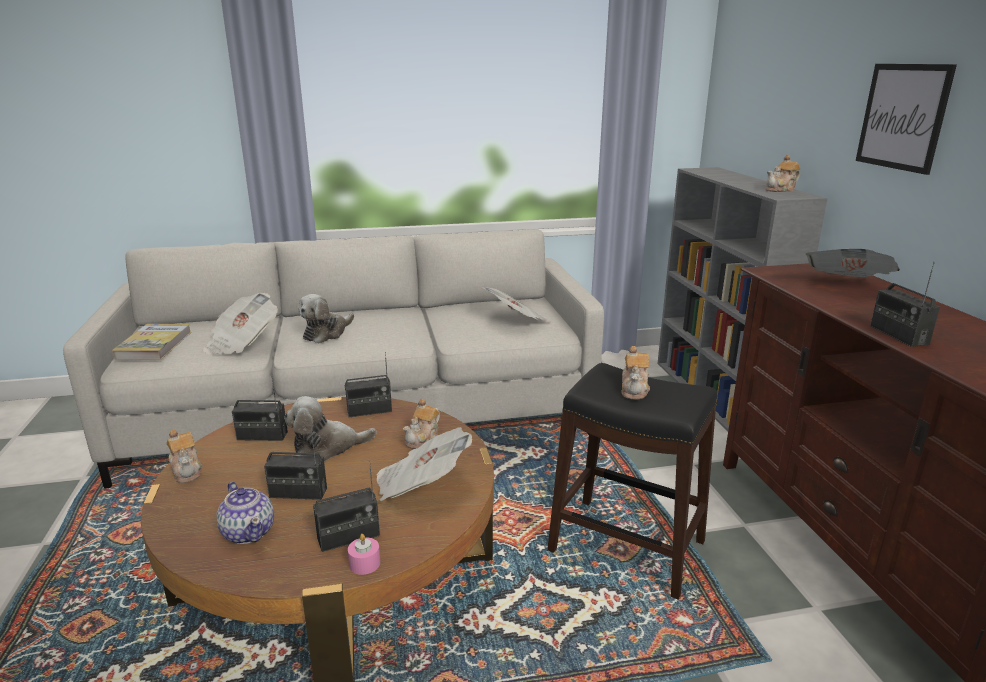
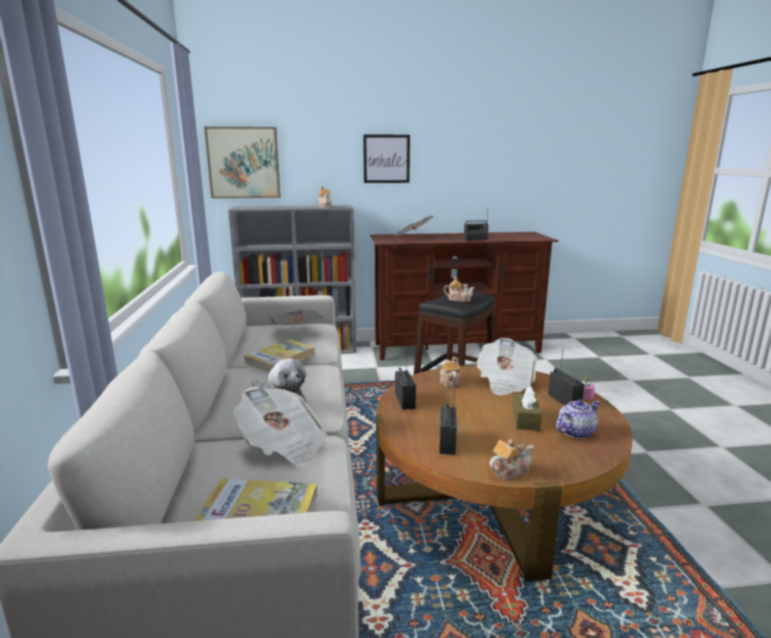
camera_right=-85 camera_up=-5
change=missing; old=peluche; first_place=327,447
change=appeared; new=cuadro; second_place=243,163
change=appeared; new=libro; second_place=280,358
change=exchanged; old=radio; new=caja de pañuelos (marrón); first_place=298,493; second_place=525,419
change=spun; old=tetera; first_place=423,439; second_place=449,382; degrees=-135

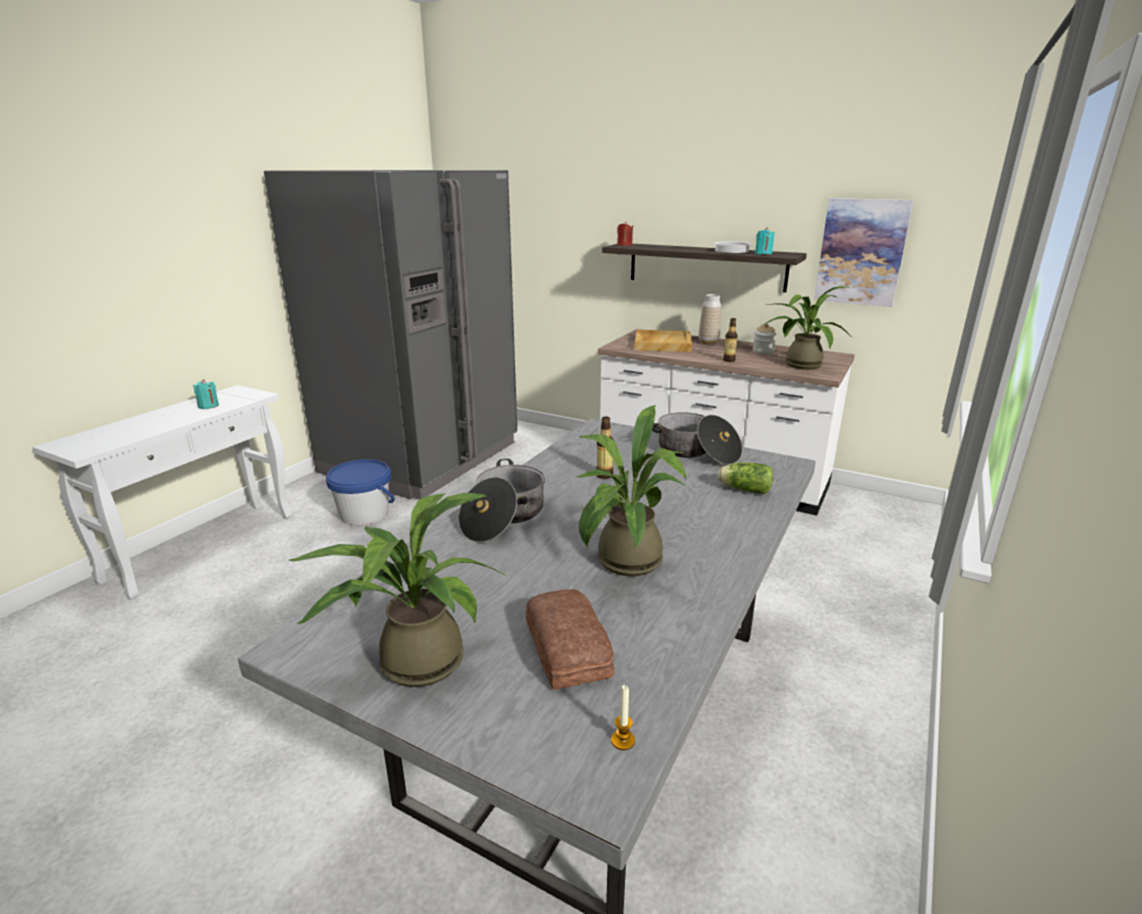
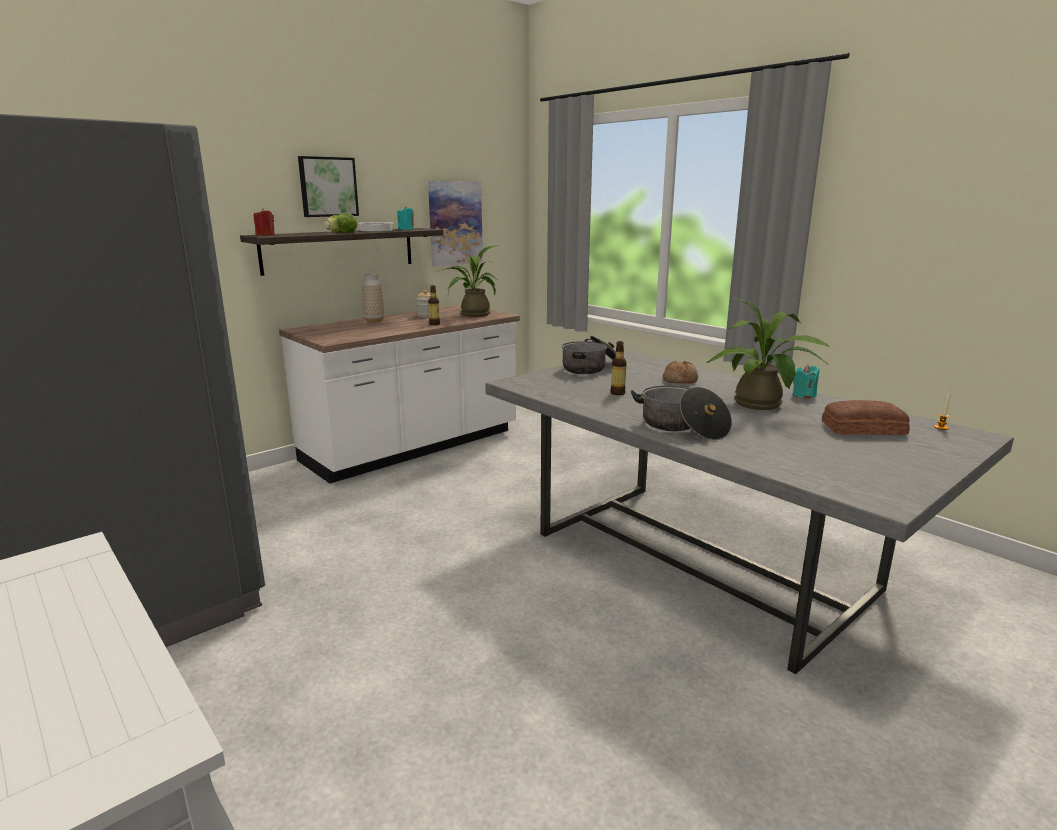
camera_right=-70 camera_up=-5
change=missing; old=planta en maceta; first_place=412,660
change=missing; old=cubo (azul); first_place=364,514
change=missing; old=bandeja (beis); first_place=662,344
change=appeared; new=cuadro; second_place=327,187
change=appeared; new=pan; second_place=680,380
change=relocated; old=vela (turquesa); first_place=208,406; second_place=803,395
change=relocated; old=lechuga; first_place=743,489; second_place=340,233

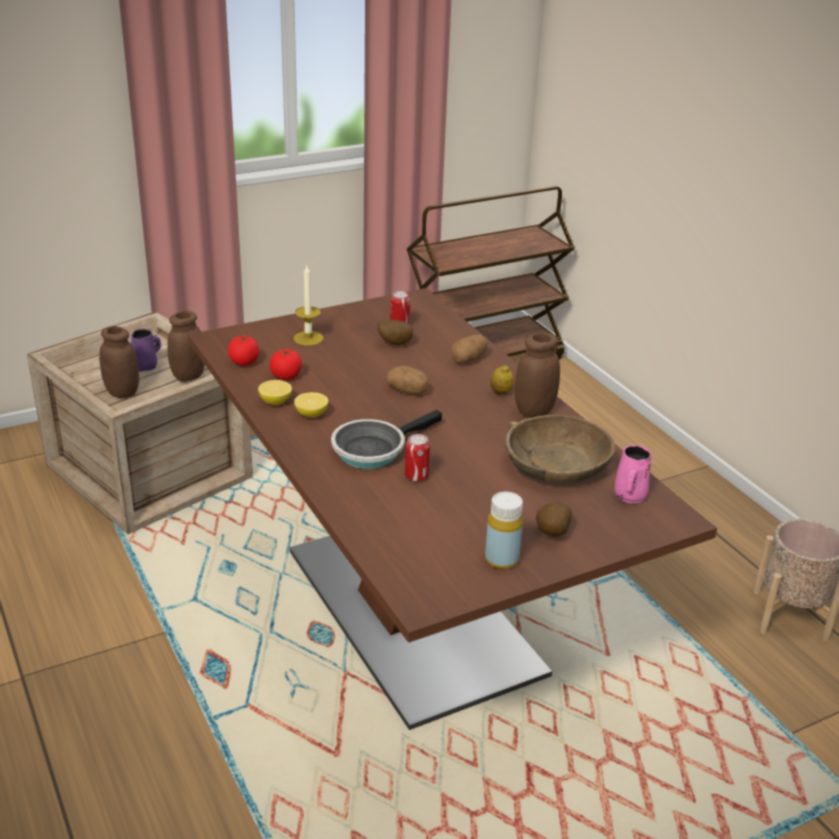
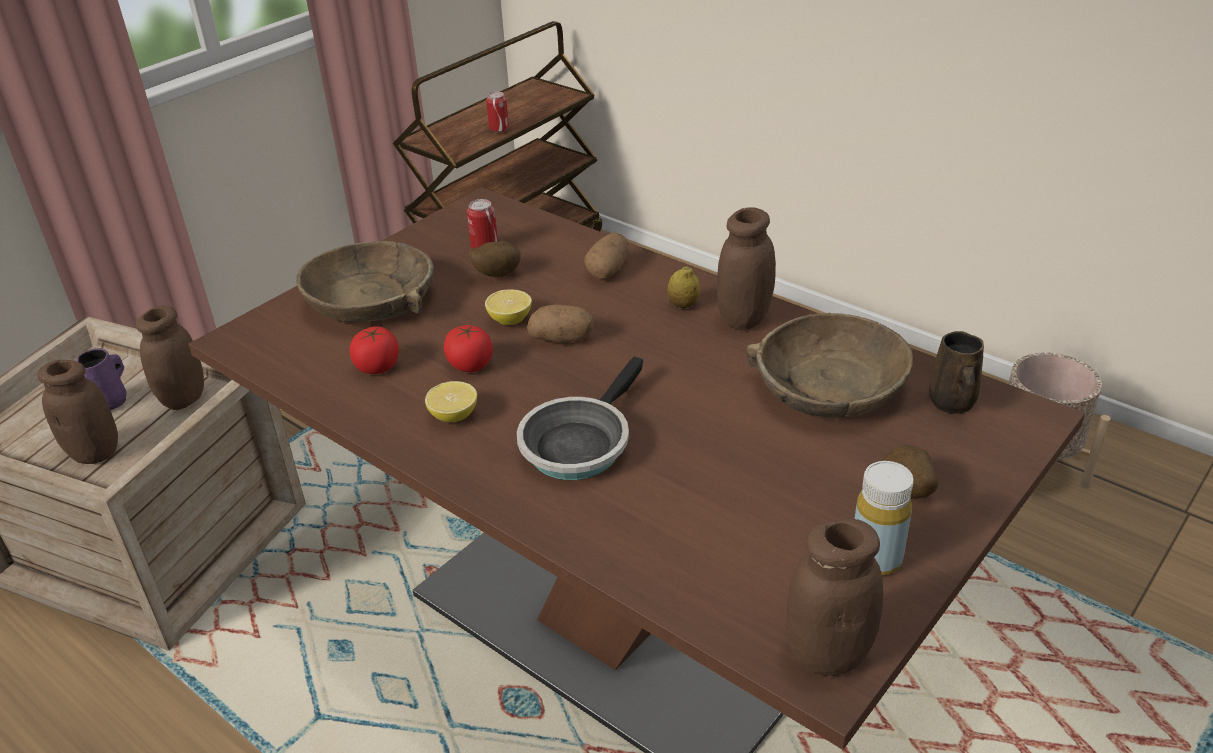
camera_right=-20 camera_up=5
change=appeared; new=tarro (marrón); second_place=827,654
change=relocated; old=tomate; first_place=244,362; second_place=470,365
change=relocated; old=limón; first_place=275,401; second_place=509,320
change=relocated; old=lata; first_place=416,476; second_place=499,129
change=exchanged; old=vela; new=cuenco (marrón); first_place=308,338; second_place=372,300
change=colour; old=taza grande (rosa); new=taza grande (marrón); first_place=629,496; second_place=952,404

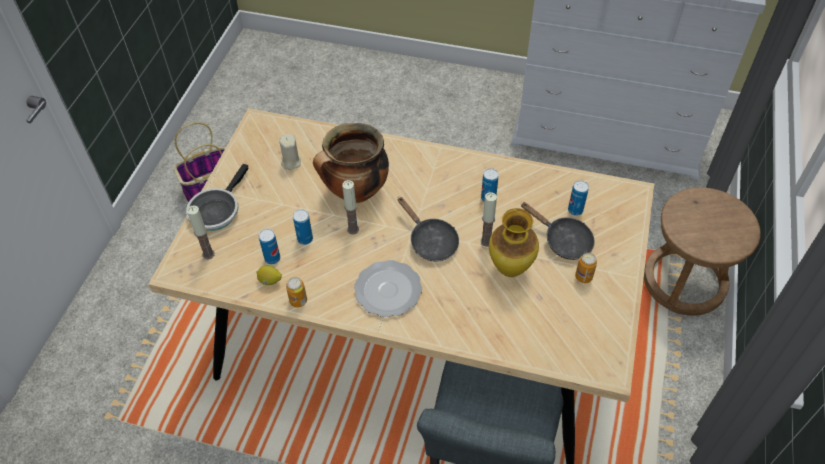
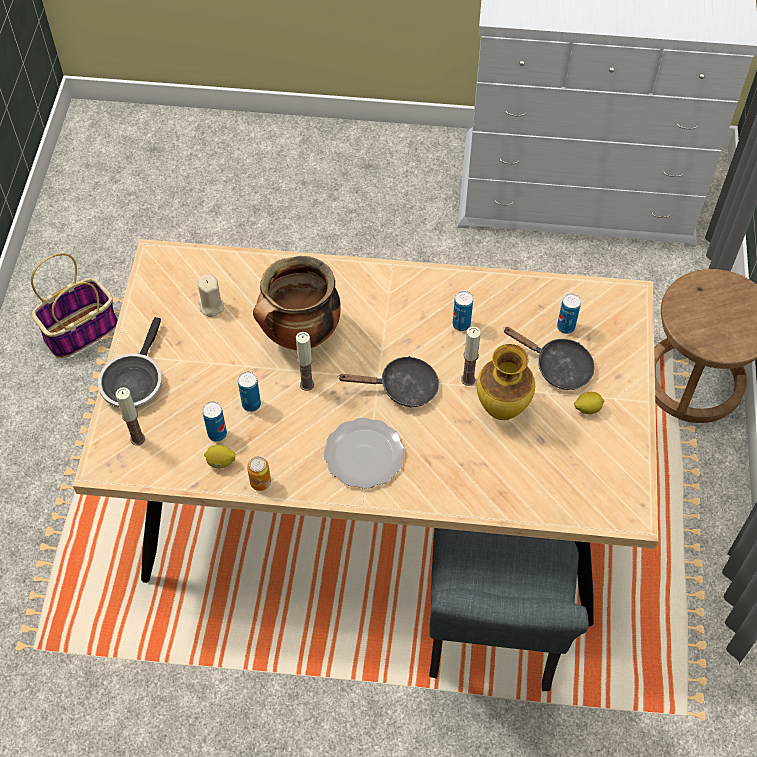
camera_right=-10 camera_up=5
change=exchanged; old=lata; new=limón; first_place=583,277; second_place=587,408
change=spun; old=sartén (negro); first_place=430,241; second_place=402,388; degrees=-45

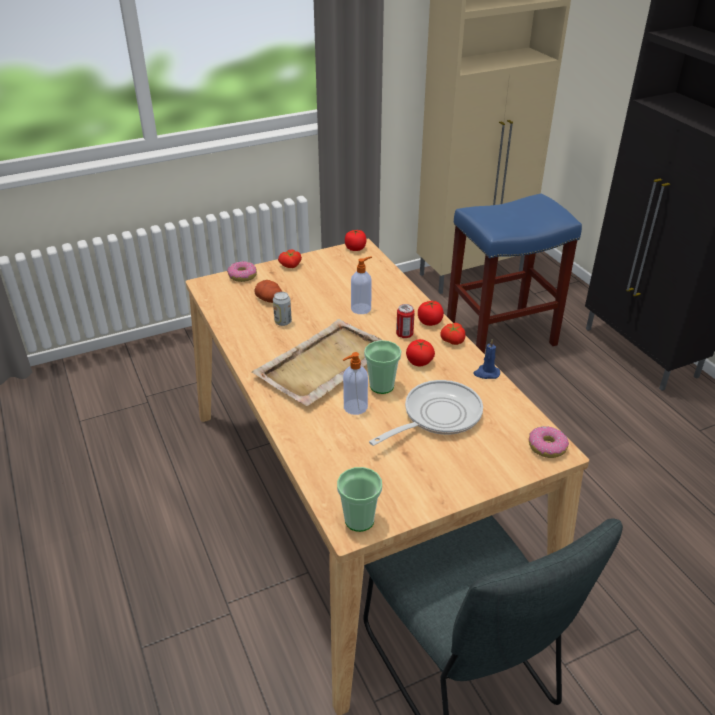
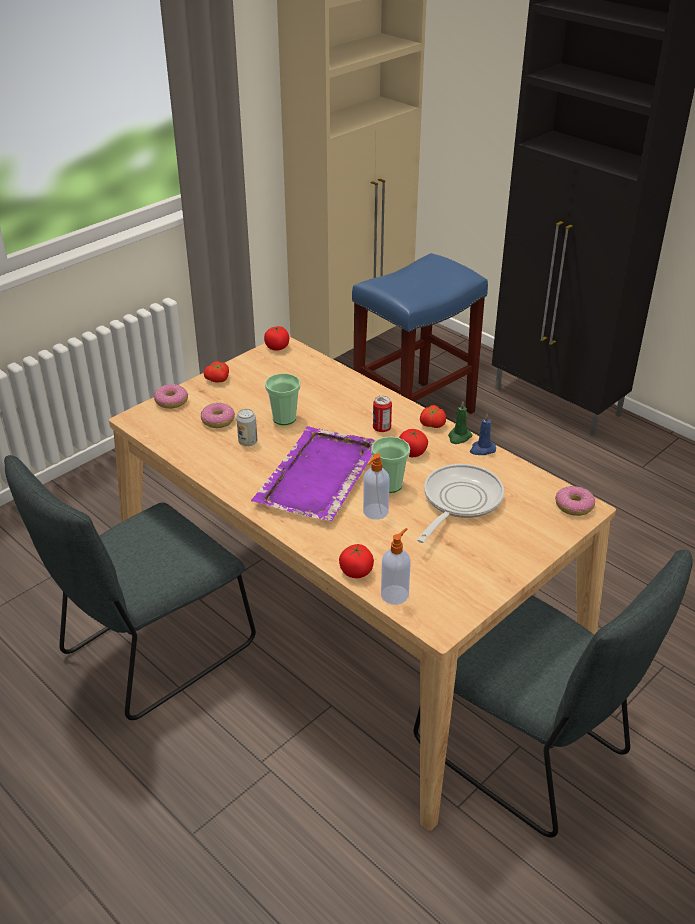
camera_right=-20 camera_up=0
change=appeared; new=silla (gris); second_place=151,653
change=appeared; new=vela (verde); second_place=459,437
change=relocated; old=taza; first_place=359,520; second_place=284,418
change=relocated; old=dispensador de jabón; first_place=361,308; second_place=395,594
change=relocated; old=tomate; first_place=430,322; second_place=356,571
change=exchanged; old=patata; new=rosquilla; first_place=270,299; second_place=218,421
change=colour; old=bandeja (beis); new=bandeja (morado); first_place=323,365; second_place=317,477

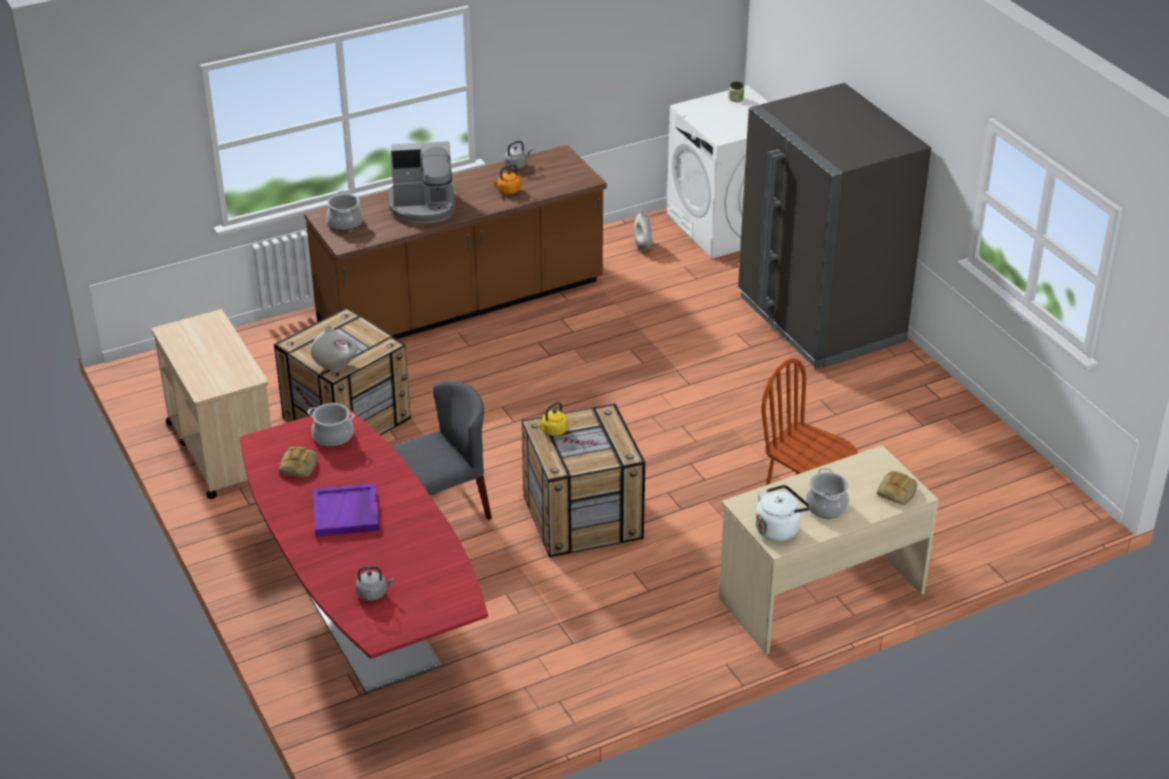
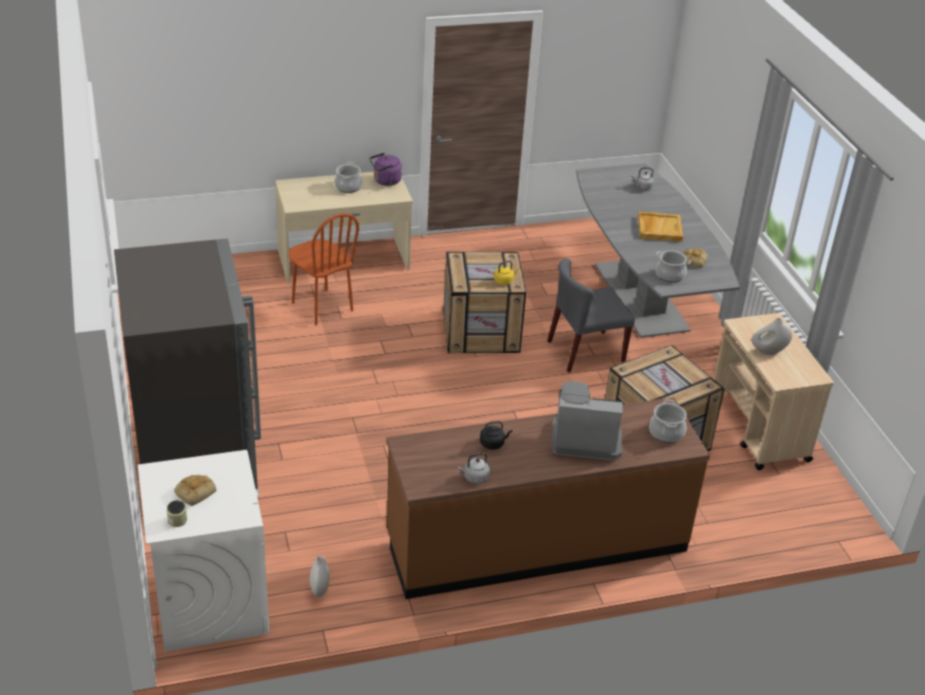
camera_right=-170 camera_up=0
change=relocated; old=florero (blanco); first_place=336,365; second_place=768,352
change=relocated; old=pan; first_place=897,492; second_place=195,491
change=colour; old=mesa de comedor (rojo); new=mesa de comedor (gris); first_place=366,618; second_place=641,296
change=colour; old=bandeja (morado); new=bandeja (beis); first_place=346,513; second_place=659,228
change=colour; old=hervidor (naranja); new=hervidor (negro); first_place=508,191; second_place=493,444
change=colour; old=hervidor (blanco); new=hervidor (morado); first_place=779,529; second_place=385,181

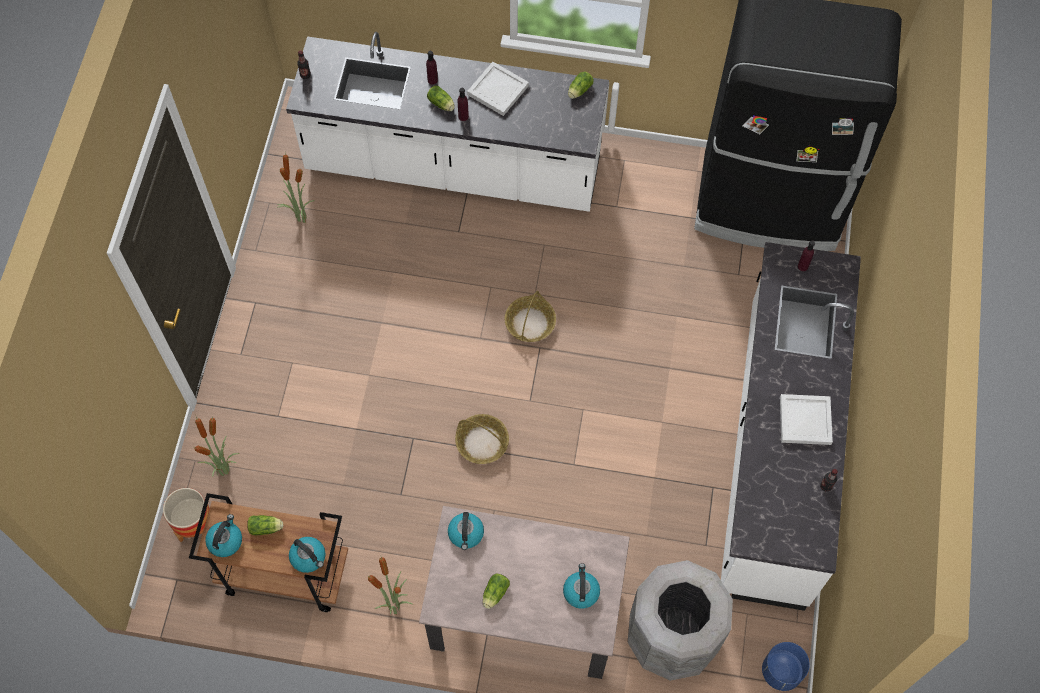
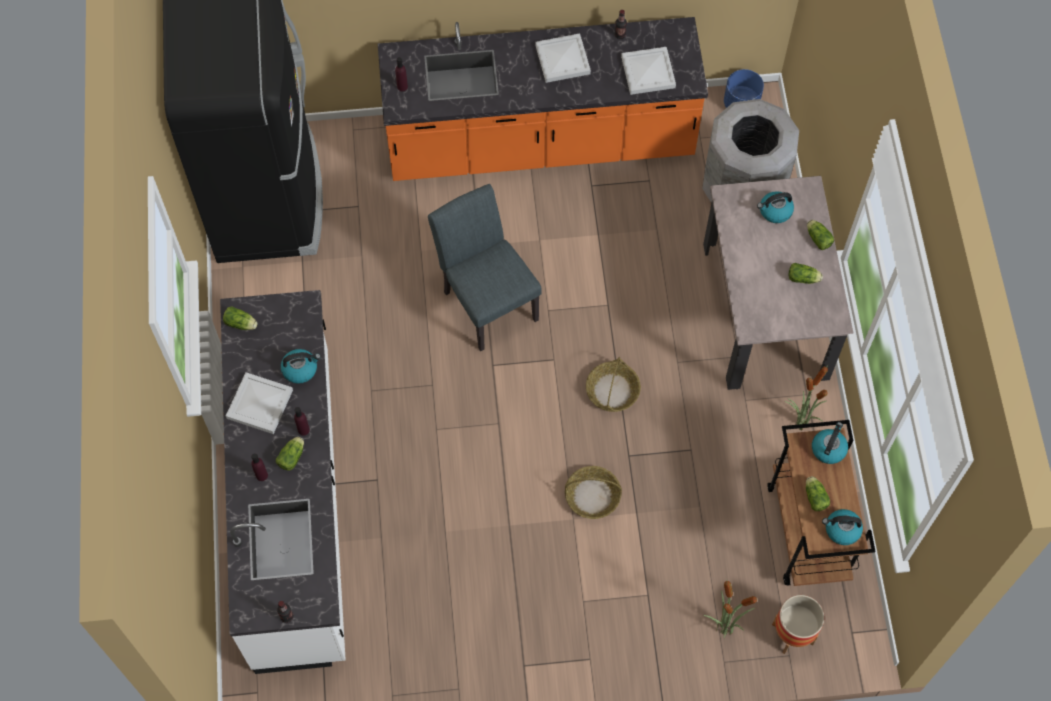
camera_right=-105 camera_up=0
change=missing; old=planta en maceta; first_place=300,218
change=appeared; new=silla (gris); second_place=486,300
change=appeared; new=bandeja (blanco); second_place=647,73
change=appeared; new=lechuga; second_place=817,238
change=relocated; old=hervidor; first_place=466,534; second_place=300,369
change=relocated; old=cesta; first_place=530,323; second_place=592,496
change=colour; old=mueble bajo de cocina (blanco); new=mueble bajo de cocina (naranja); first_place=773,452; second_place=540,144

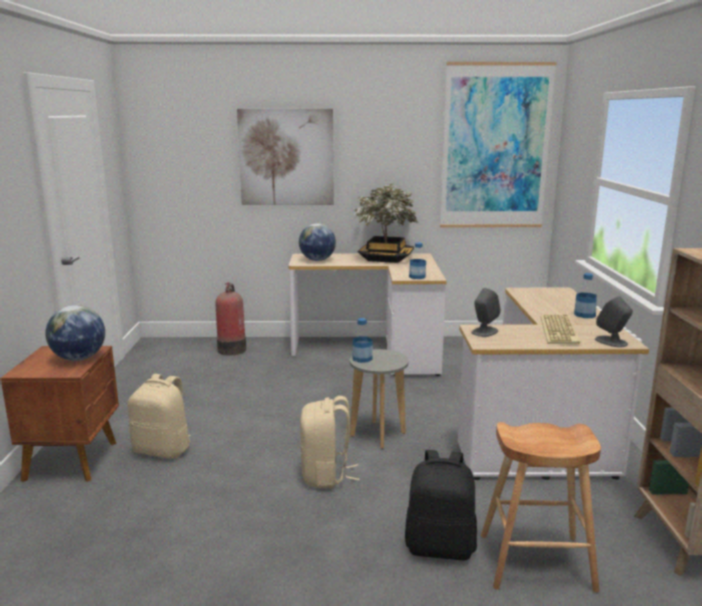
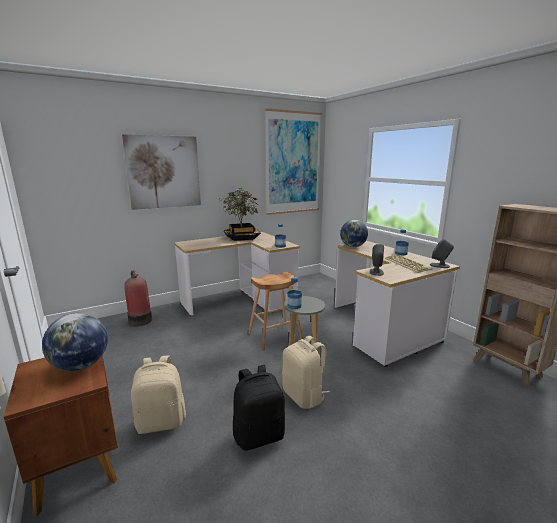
camera_right=-30 camera_up=0
change=relocated; old=globo terráqueo; first_place=317,260; second_place=353,246
change=relocated; old=mochila (negro); first_place=440,546; second_place=259,435
change=relocated; old=taburete (marrón); first_place=536,562; second_place=275,336

